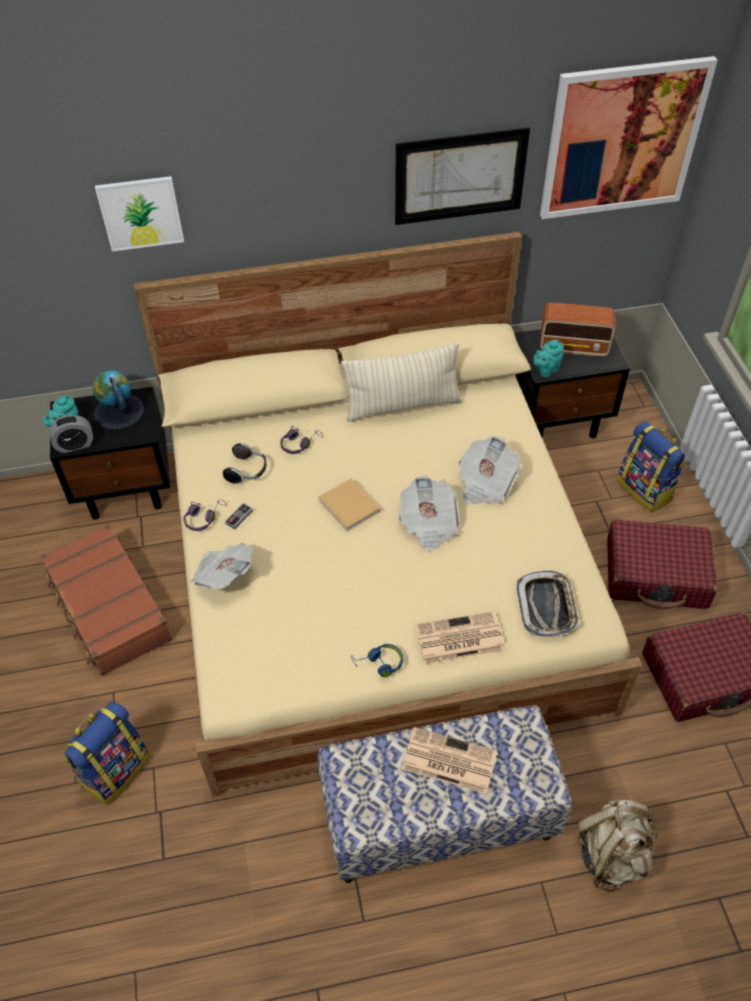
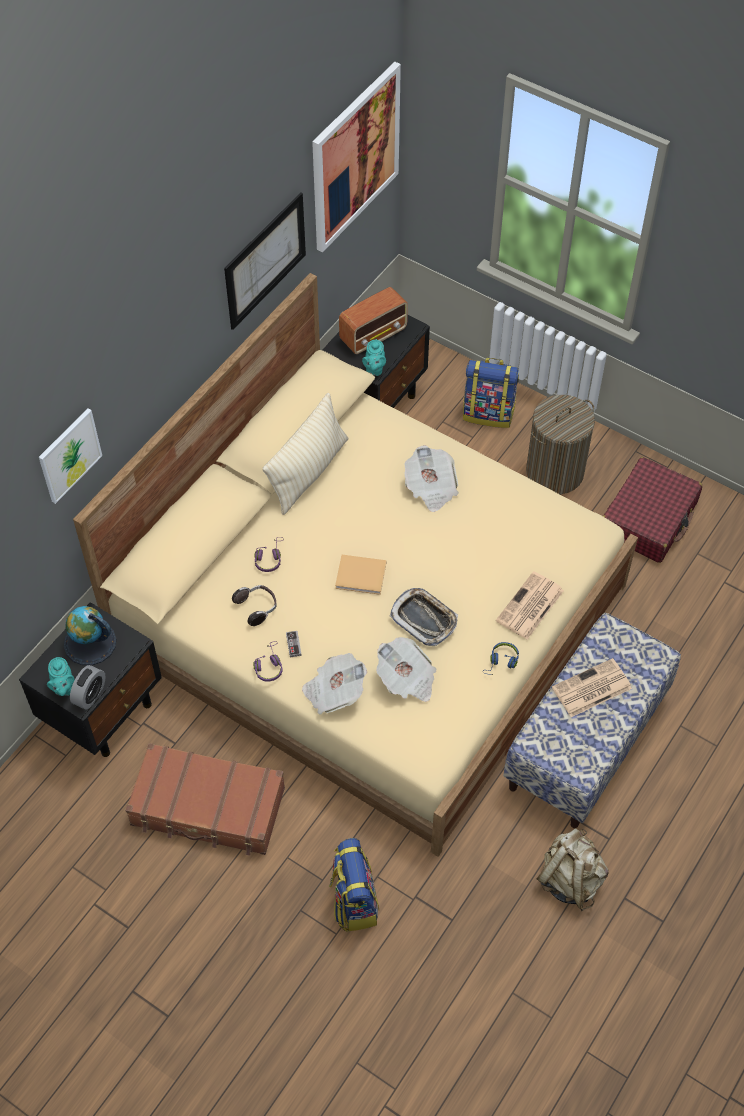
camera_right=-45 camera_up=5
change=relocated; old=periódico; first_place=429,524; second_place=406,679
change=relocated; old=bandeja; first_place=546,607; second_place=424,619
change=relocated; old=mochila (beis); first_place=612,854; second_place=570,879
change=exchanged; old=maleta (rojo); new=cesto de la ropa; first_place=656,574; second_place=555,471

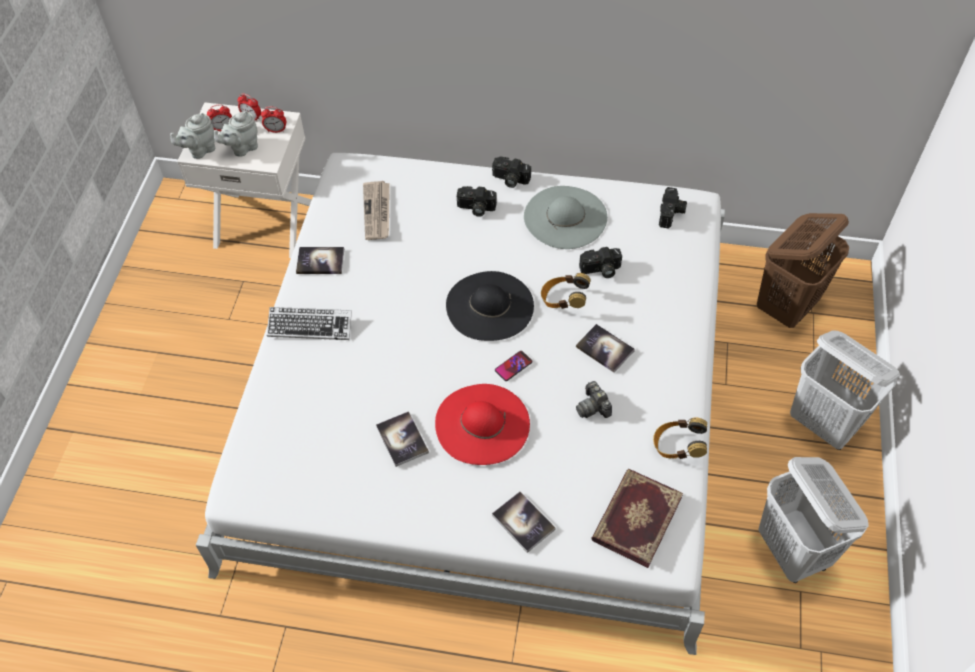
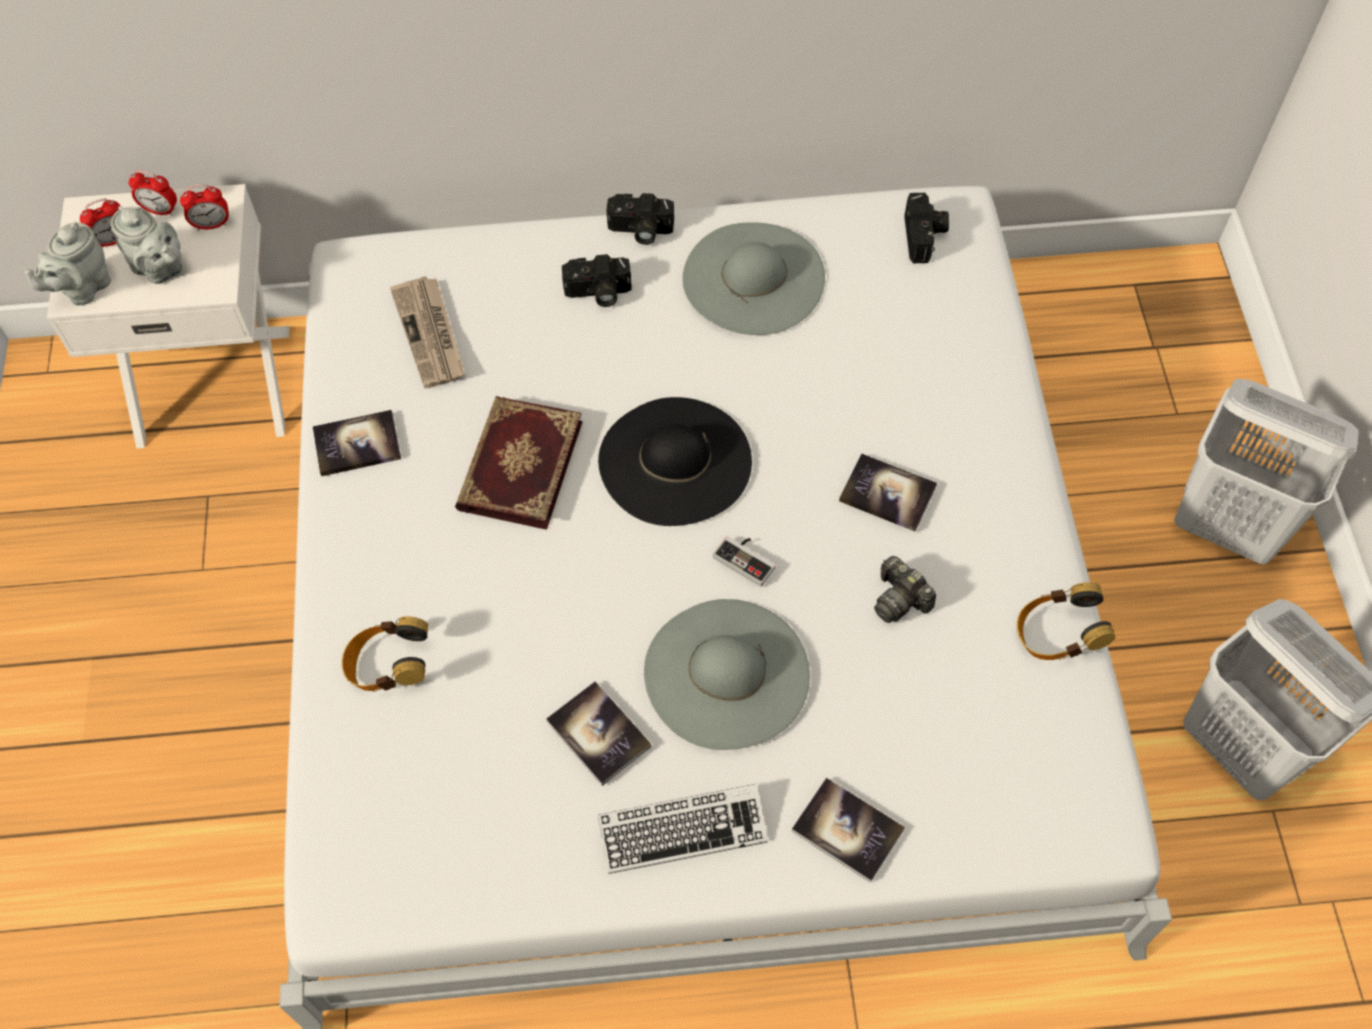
camera_right=-15 camera_up=5
change=missing; old=cámara; first_place=600,270
change=missing; old=cesto de la ropa (marrón); first_place=787,306
change=relocated; old=teclado; first_place=310,326; second_place=682,831
change=relocated; old=auriculares; first_place=563,300; second_place=389,667
change=relocated; old=libro; first_place=635,518; second_place=518,465
change=exchanged; old=móvil; new=mando de consola; first_place=513,366; second_place=747,559
change=colour; old=sombrero (rojo); new=sombrero (gris); first_place=482,424; second_place=726,673
change=spun; old=tetera (gris); first_place=242,148; second_place=160,269; degrees=-90

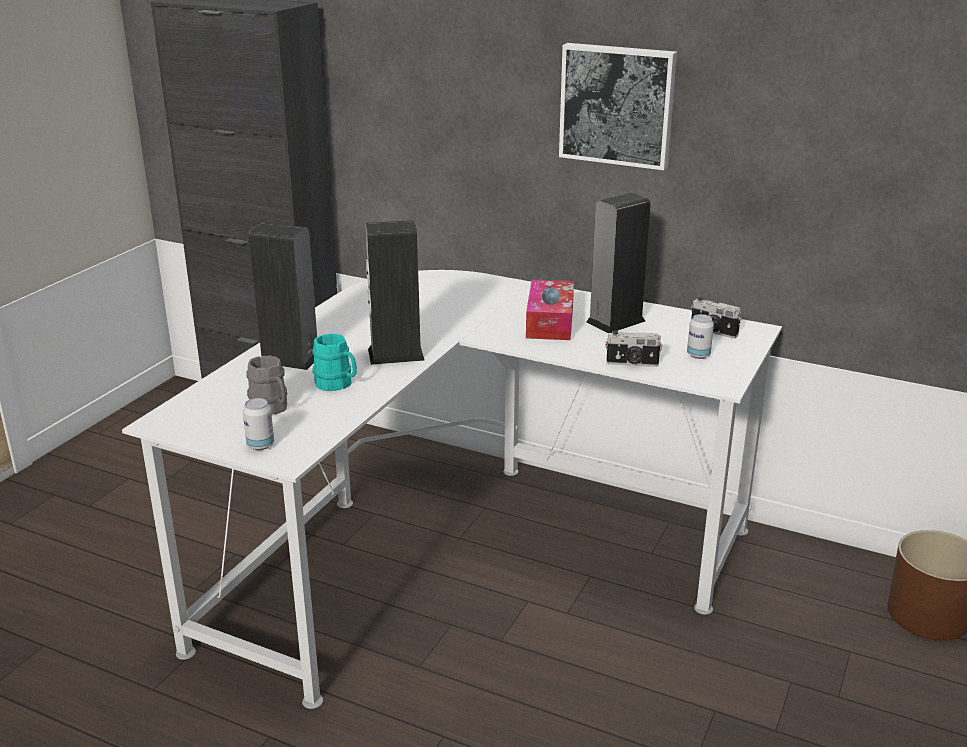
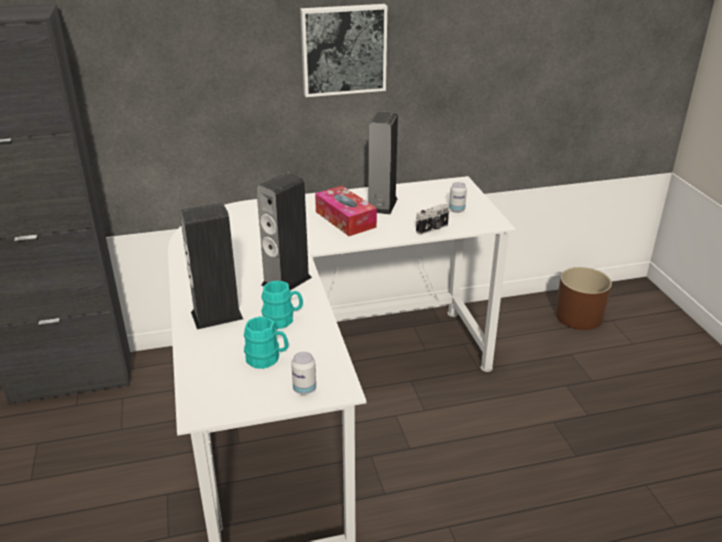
camera_right=-40 camera_up=5
change=missing; old=cámara; first_place=713,331
change=colour; old=taza grande (gris); new=taza grande (turquesa); first_place=272,409; second_place=267,359

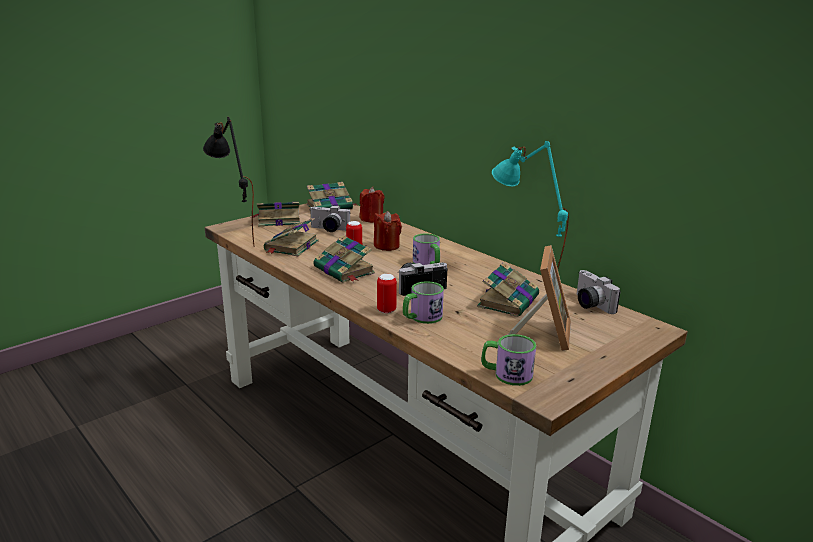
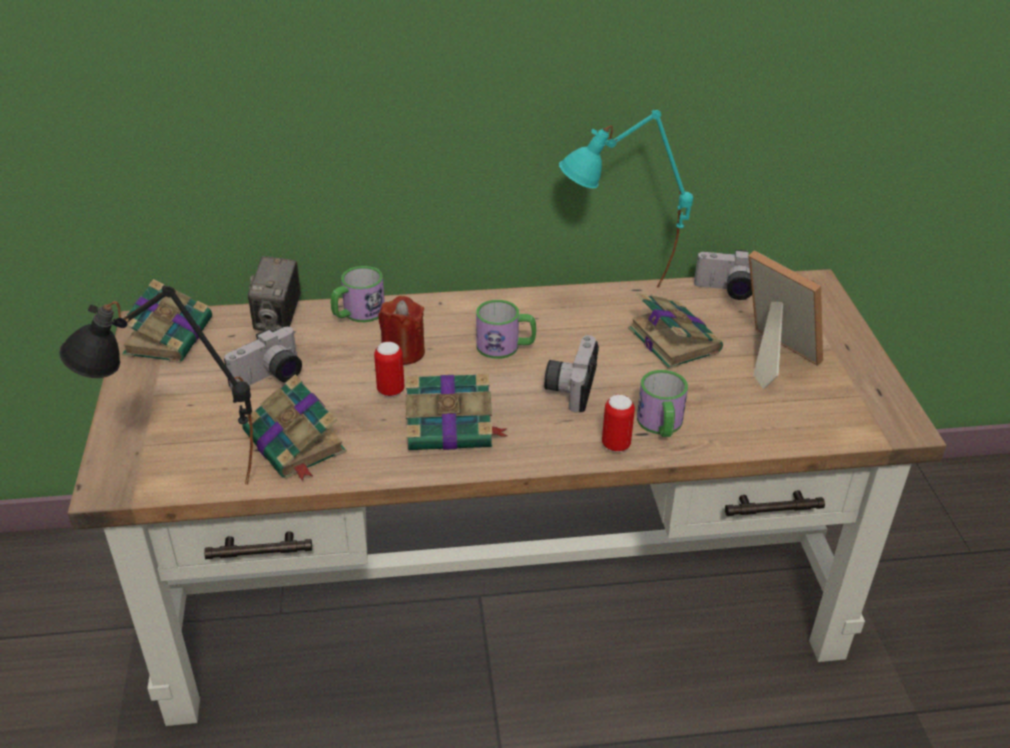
camera_right=-55 camera_up=15
change=missing; old=libro; first_place=277,220
change=relocated; old=taza grande; first_place=506,374; second_place=358,313
change=exchanged; old=vela (rojo); new=cámara; first_place=371,219; second_place=278,319

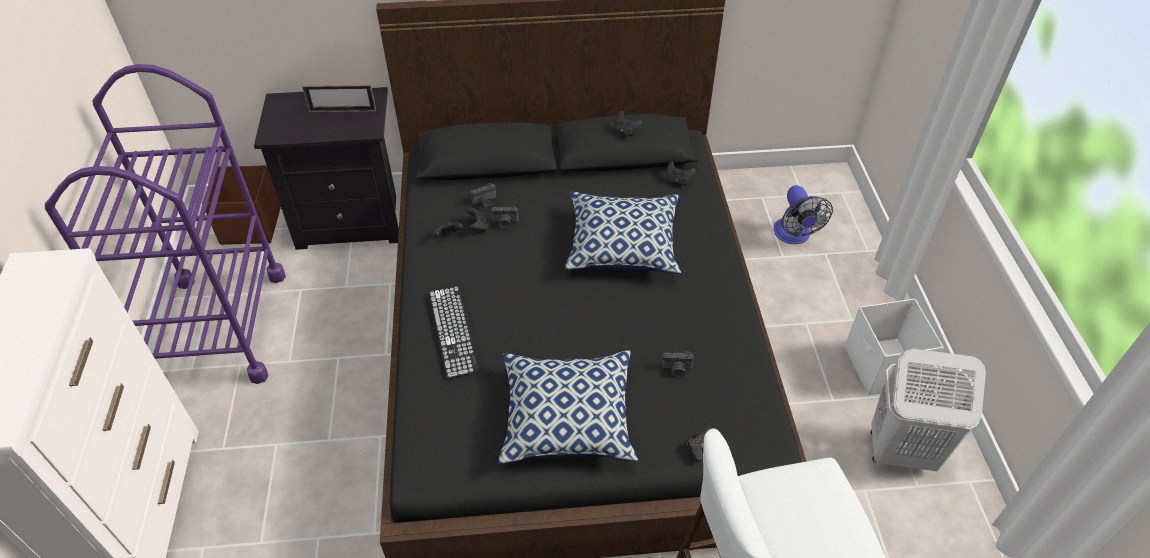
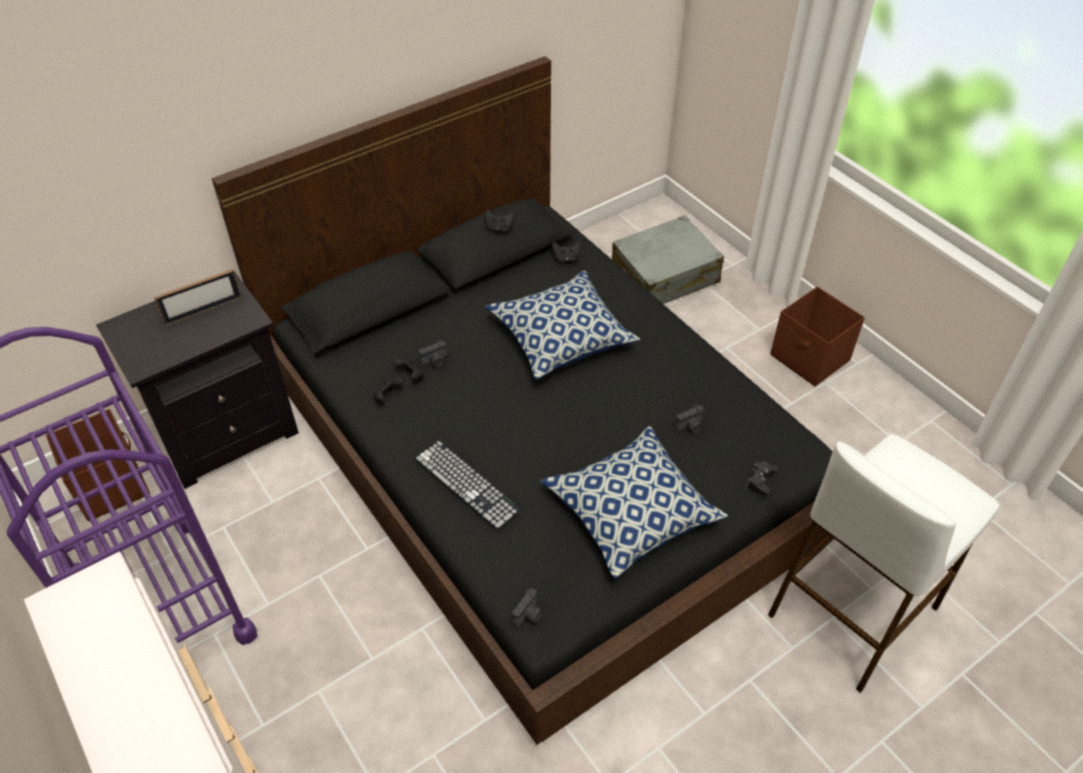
camera_right=-30 camera_up=0
change=missing; old=cesto de la ropa (blanco); first_place=900,451
change=relocated; old=cámara; first_place=485,202; second_place=529,615
change=exchanged; old=ventilador; new=maleta (gris); first_place=794,236; second_place=665,276
change=colour; old=caja de almacenaje (blanco); new=caja de almacenaje (marrón); first_place=882,368; second_place=810,359

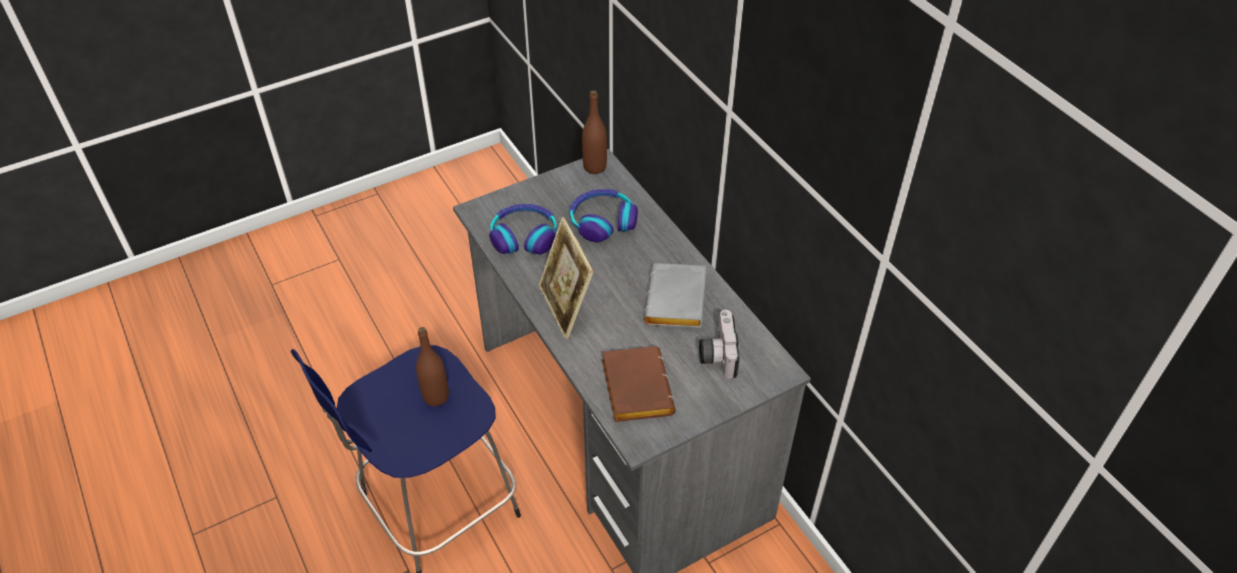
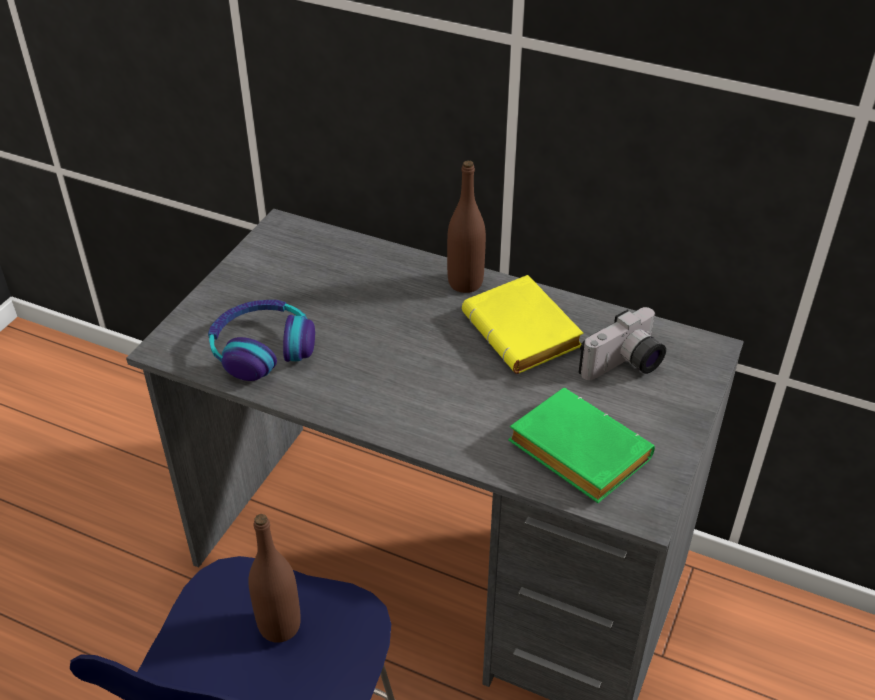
camera_right=-35 camera_up=-5
change=missing; old=portarretratos; first_place=566,308
change=missing; old=auriculares; first_place=602,221
change=relocated; old=botella (marrón); first_place=595,167; second_place=465,283
change=colour; old=libro (marrón); new=libro (verde); first_place=634,387; second_place=574,452
change=colour; old=libro (gris); new=libro (amarillo); first_place=678,303; second_place=525,333
change=spun; old=cámara; first_place=716,354; second_place=624,366; degrees=-90

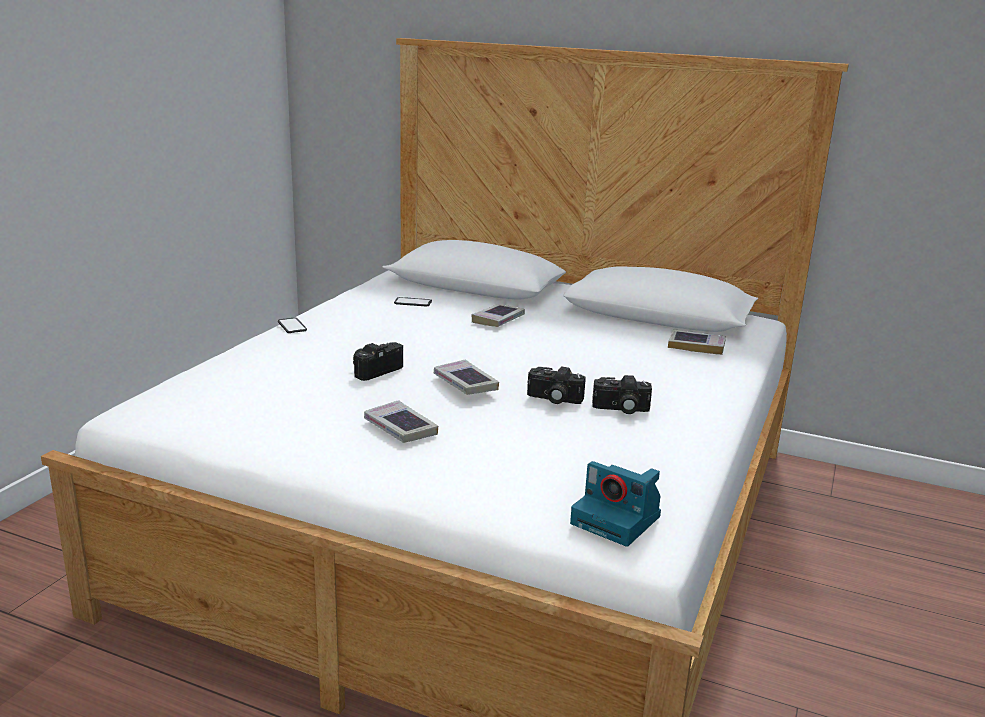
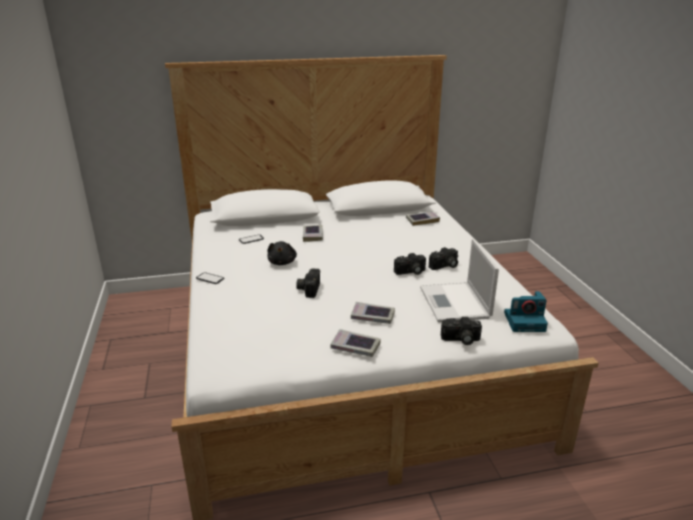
camera_right=-35 camera_up=5
change=appeared; new=peluche (negro); second_place=282,262
change=appeared; new=portátil; second_place=455,303
change=appeared; new=cámara; second_place=460,340
change=relocated; old=libro; first_place=465,383; second_place=355,347

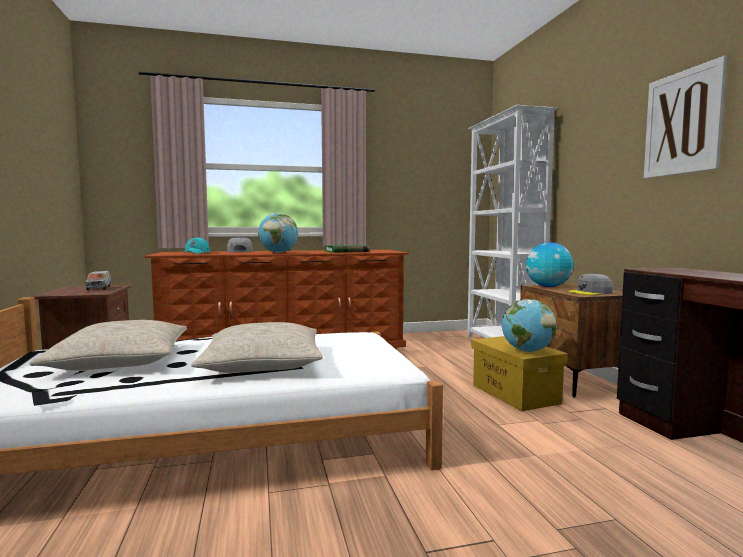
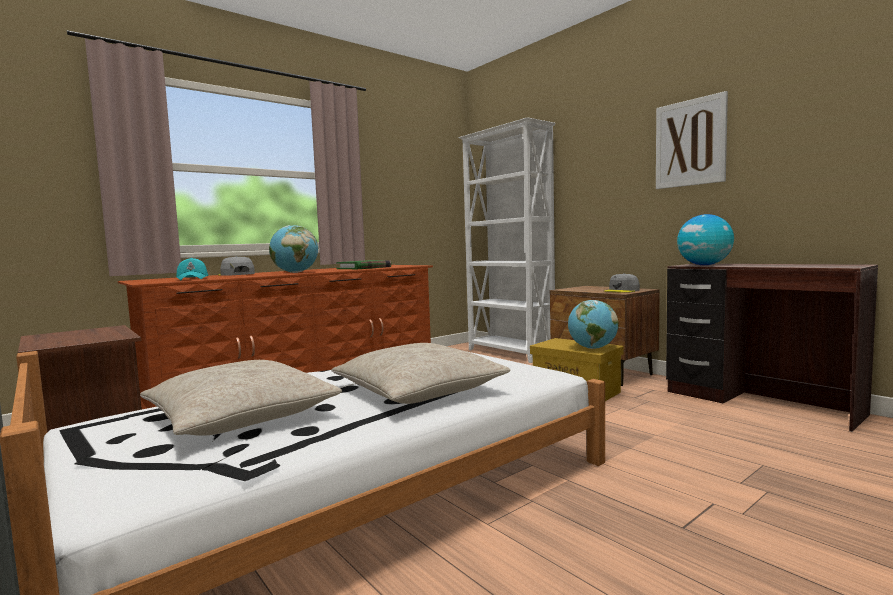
camera_right=-25 camera_up=0
change=missing; old=camión de juguete; first_place=99,288
change=relocated; old=globo terráqueo; first_place=548,286; second_place=704,265

